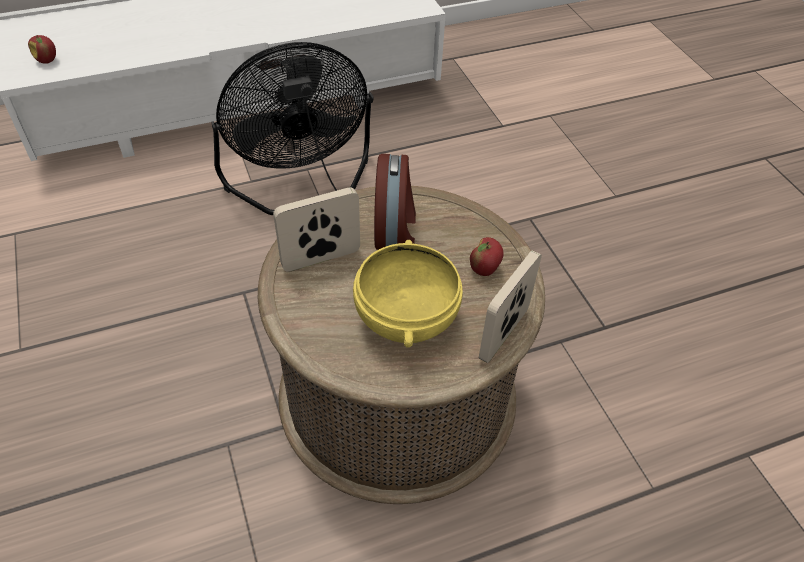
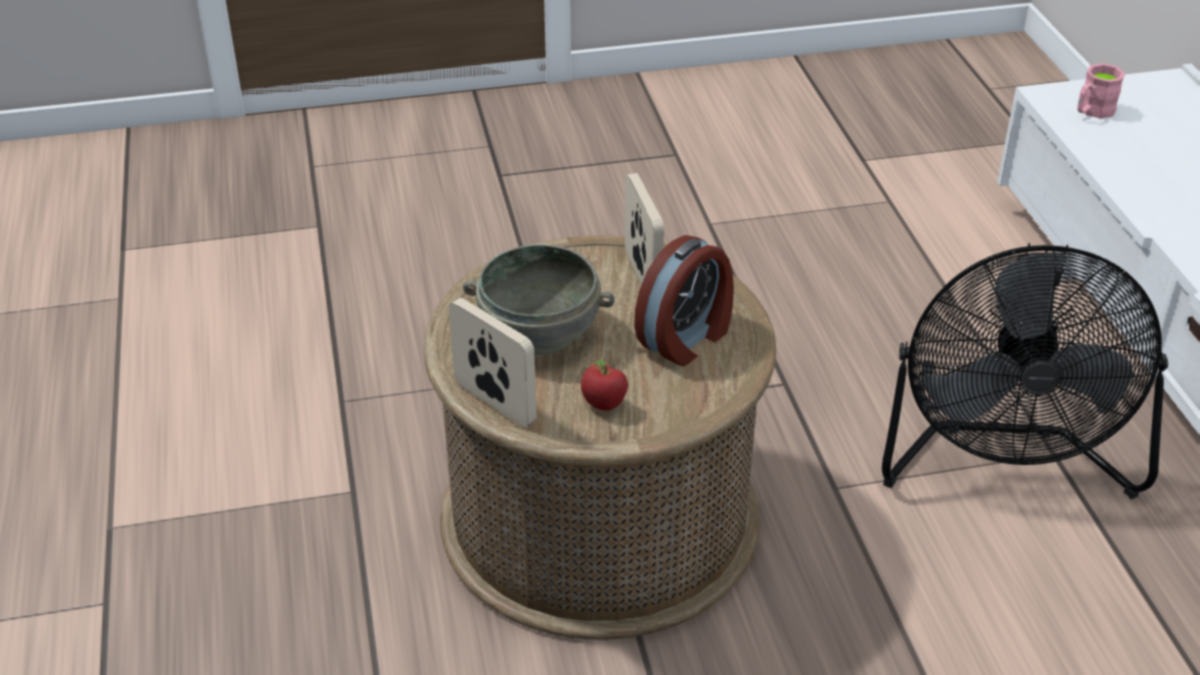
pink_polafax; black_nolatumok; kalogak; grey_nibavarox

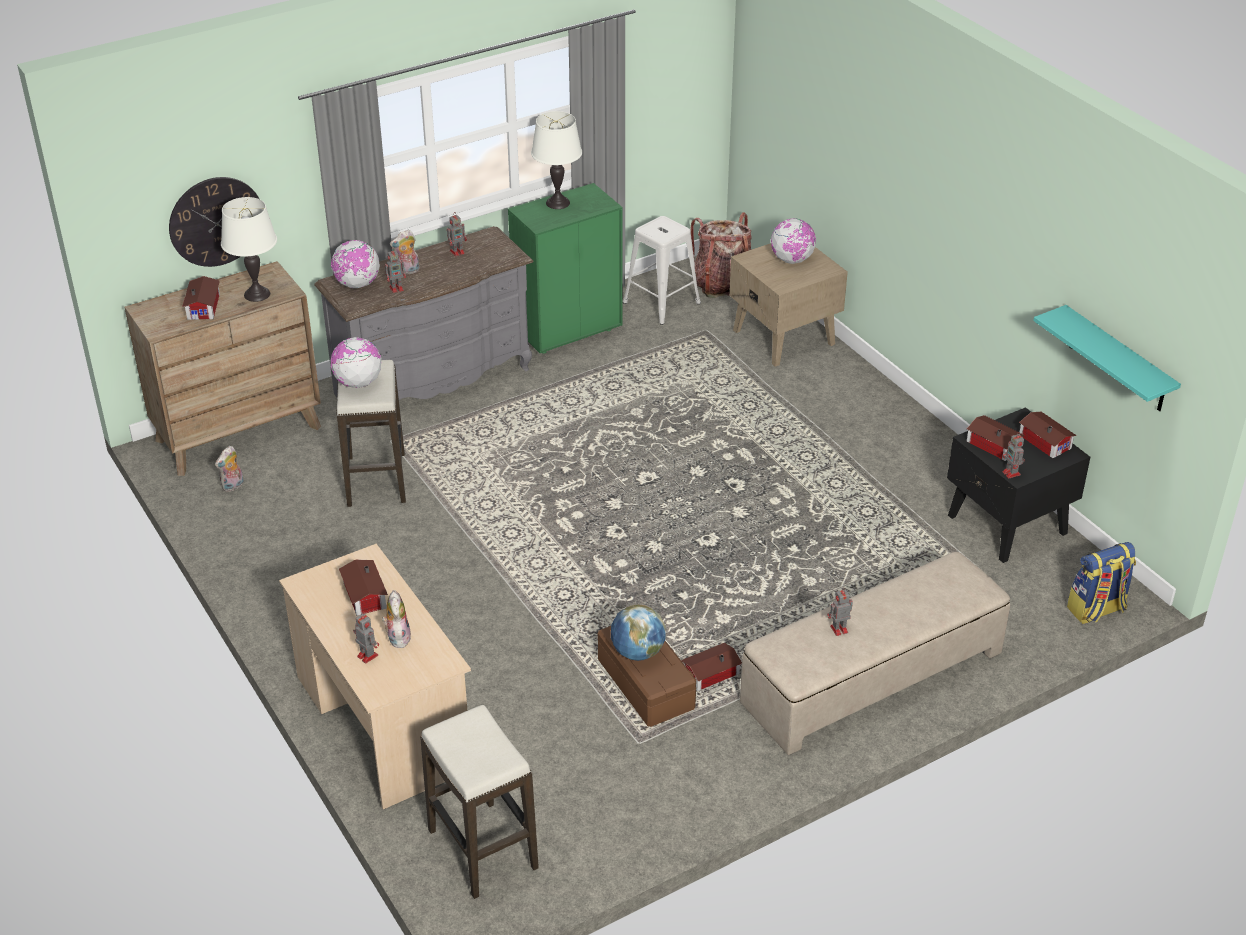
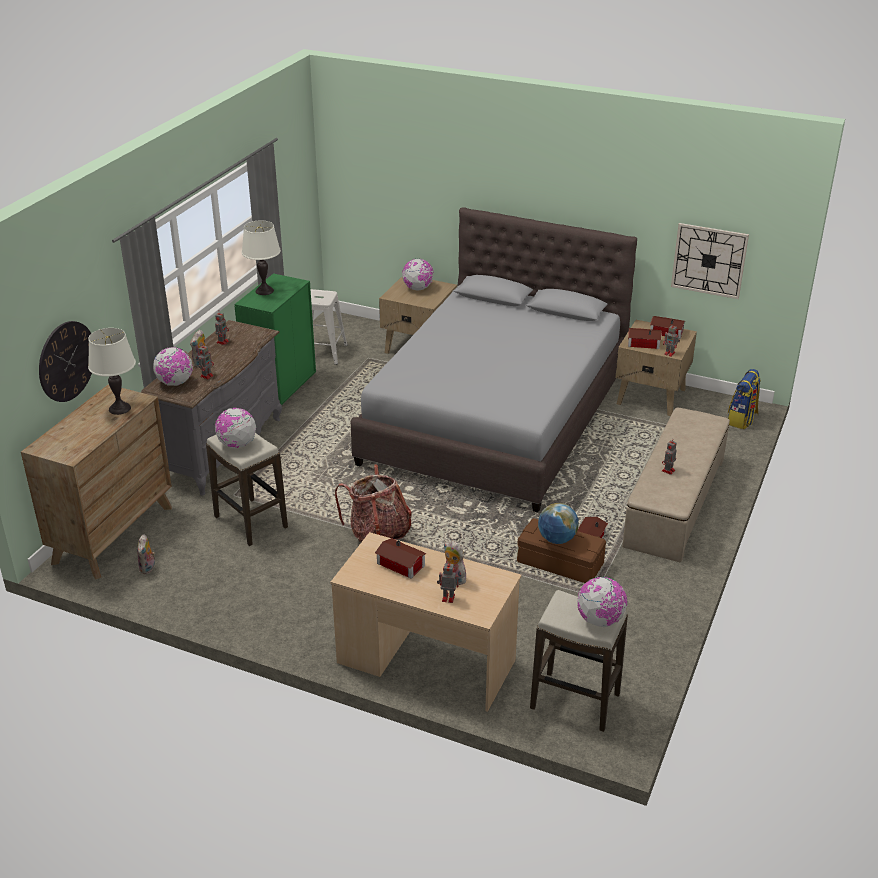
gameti (1st from left); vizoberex (1st from left in the first image); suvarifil (2nd from left); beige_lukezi (2nd from left); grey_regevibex; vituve (5th from left)

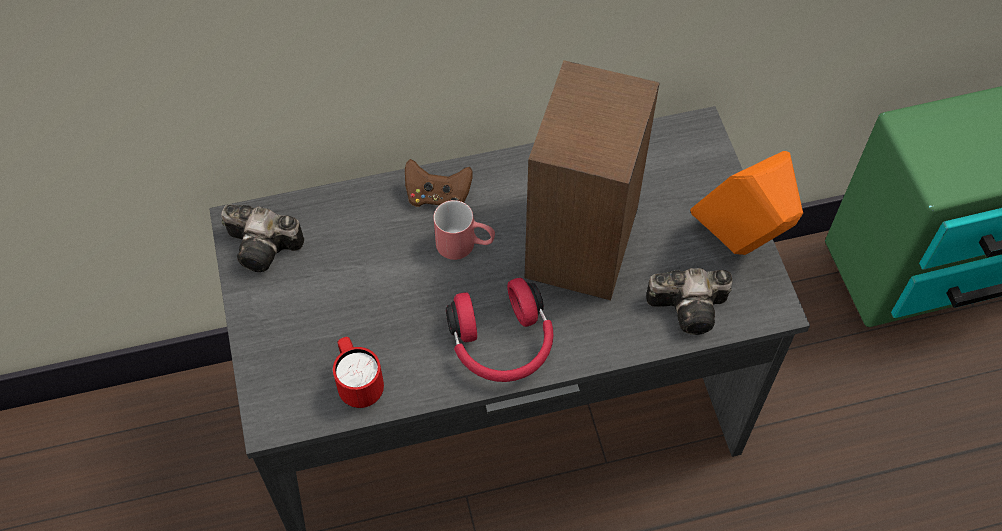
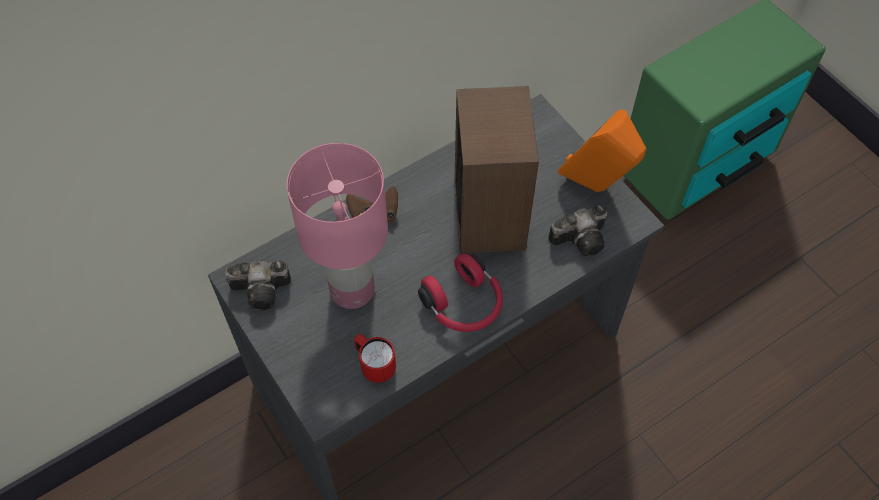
red_polafax (2nd from left in the first image); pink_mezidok

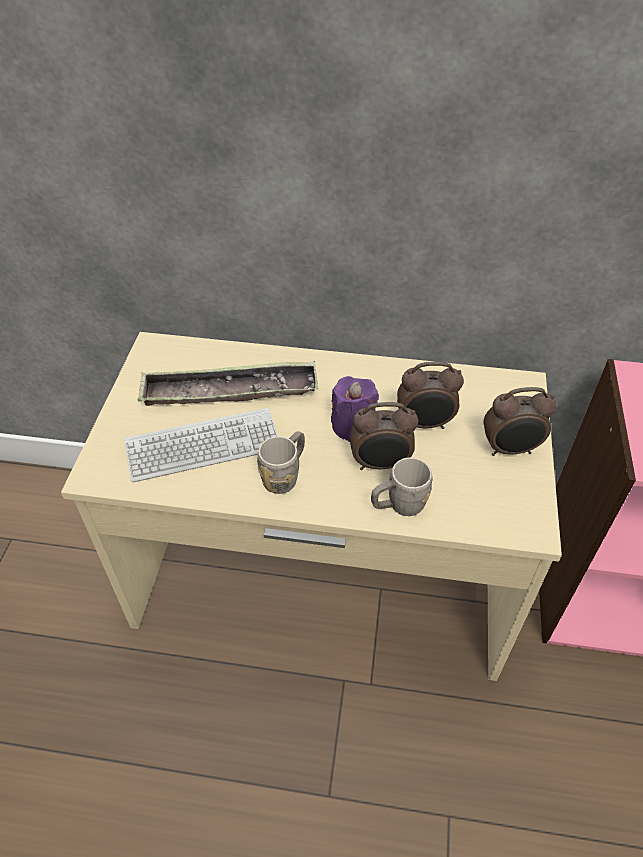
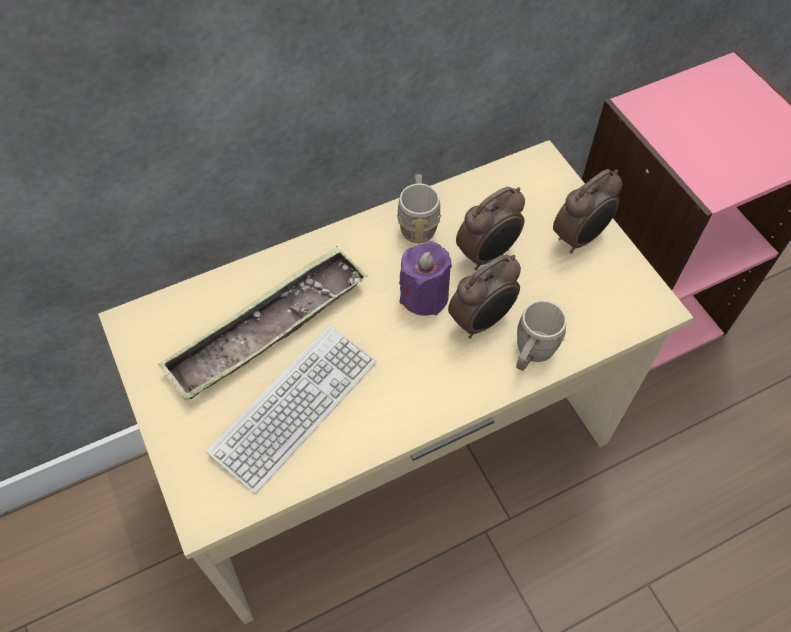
grey_polafax (1st from left)

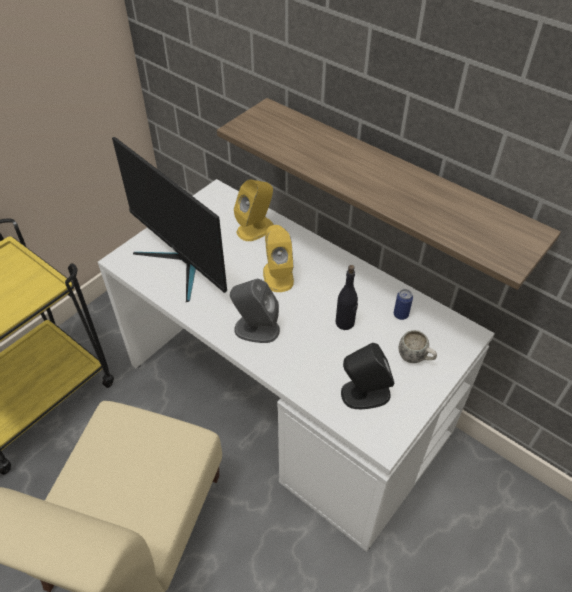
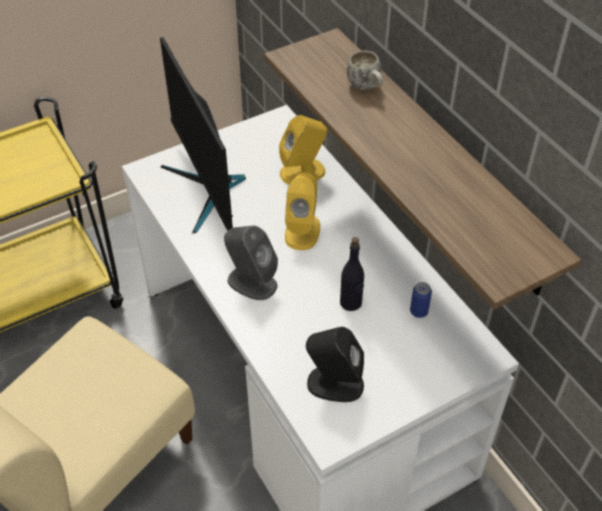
white_polafax

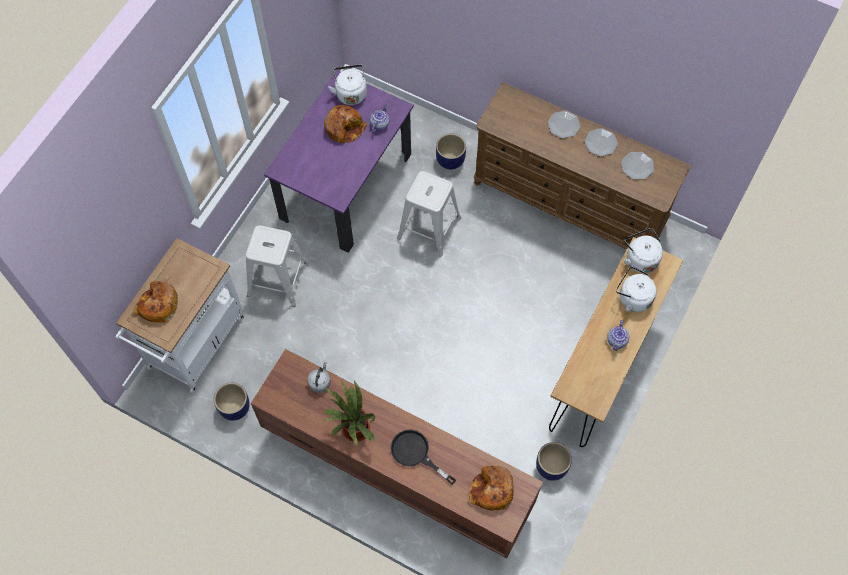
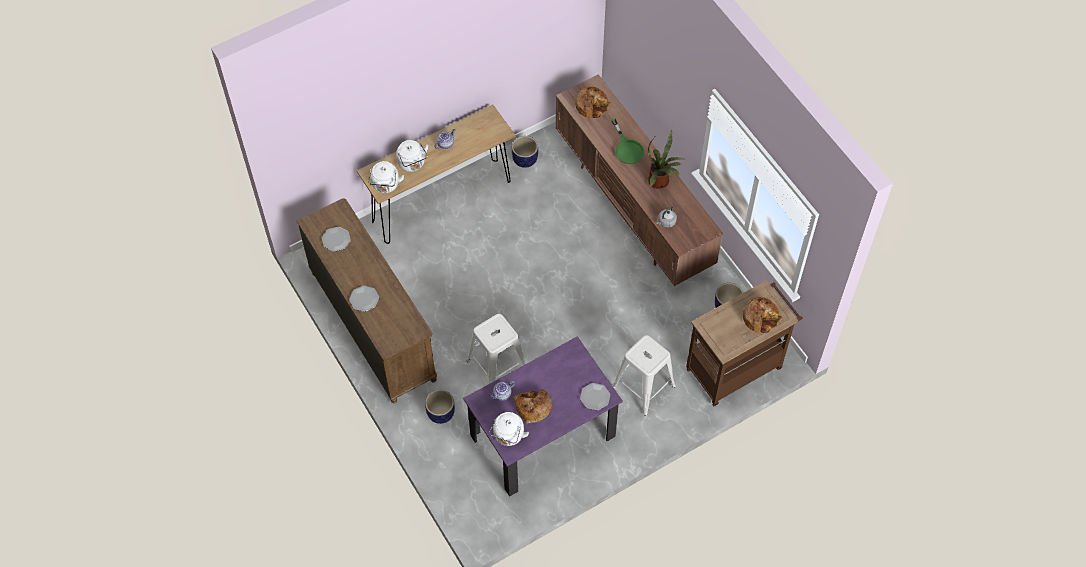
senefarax (3rd from left); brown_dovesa; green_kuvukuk

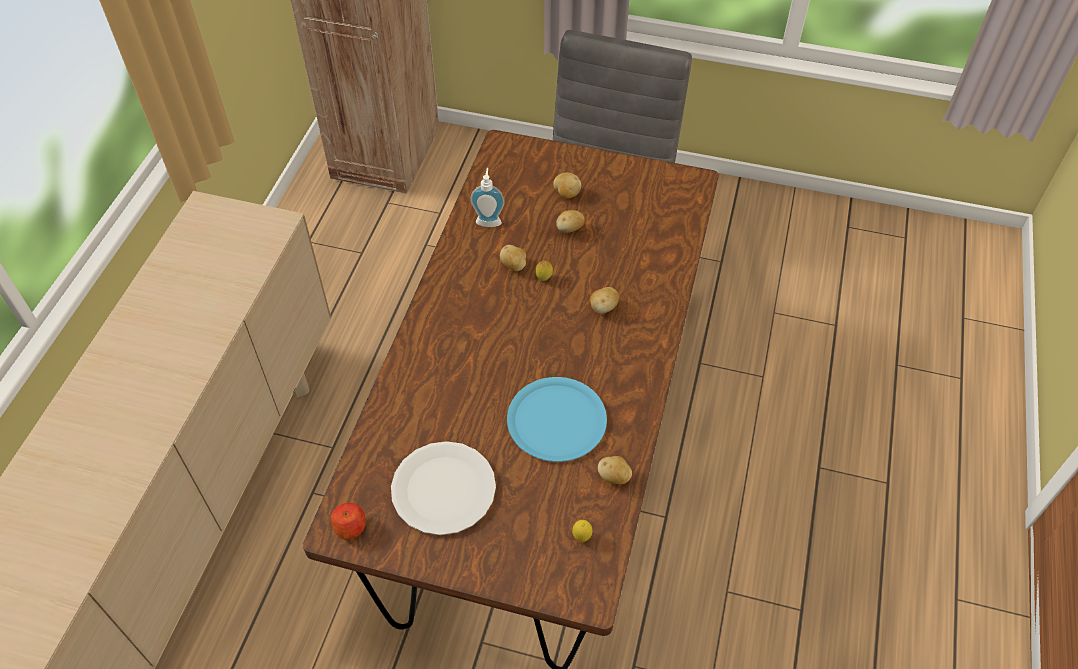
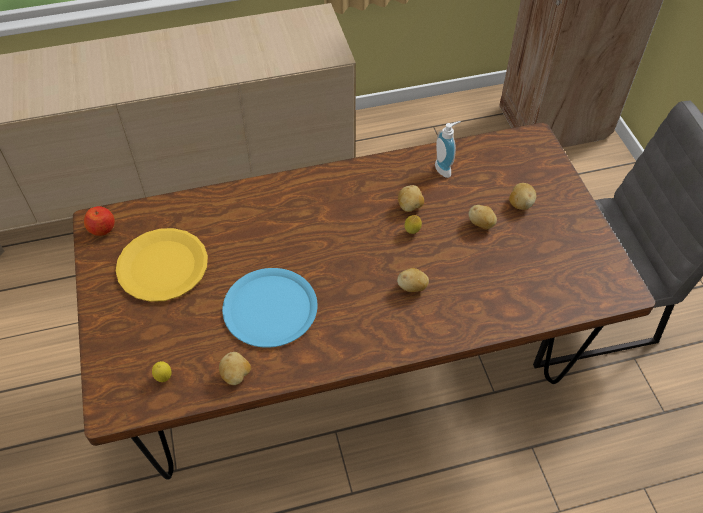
yellow_senefarax

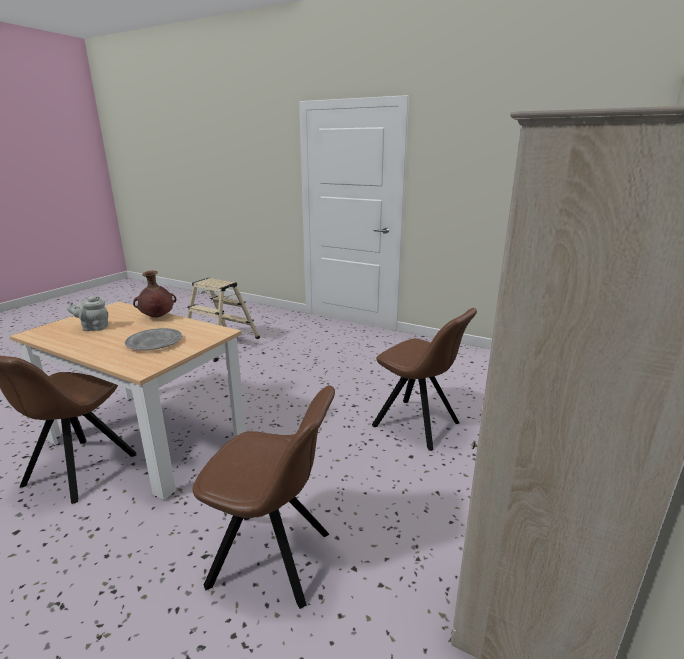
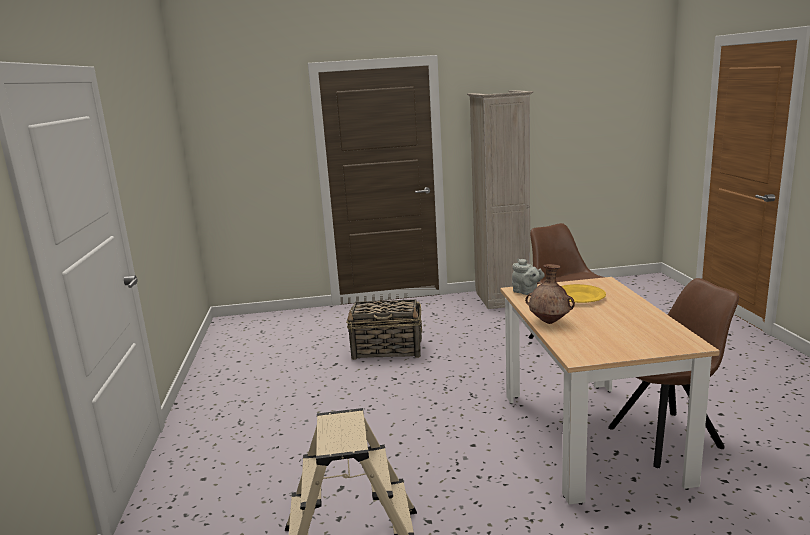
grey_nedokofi; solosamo; yellow_senefarax

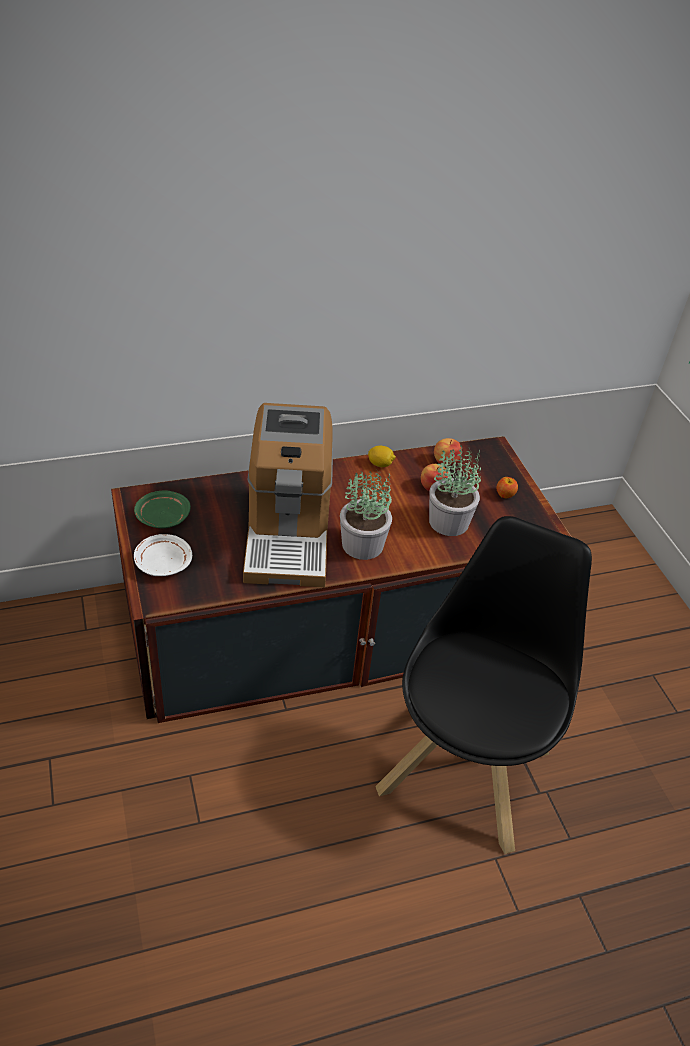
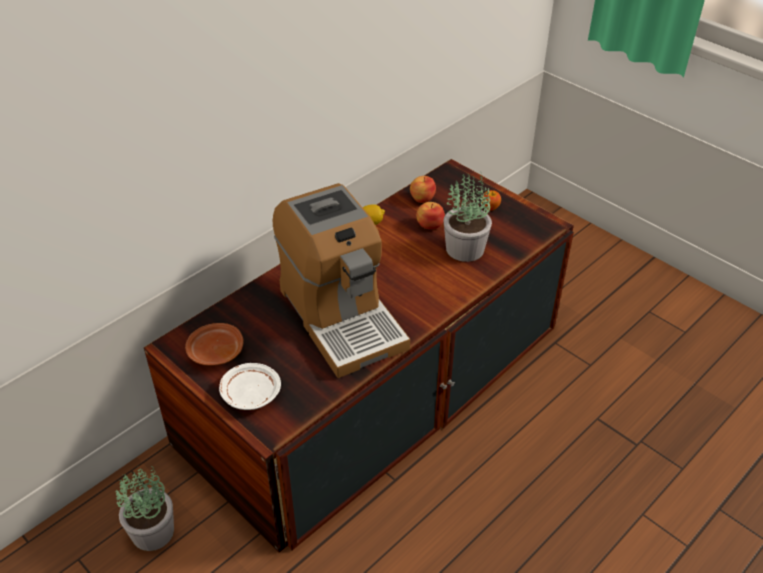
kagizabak (1st from left); brown_senefarax; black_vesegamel

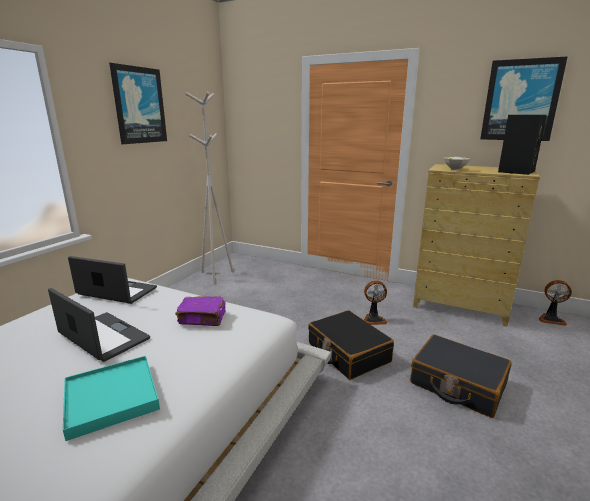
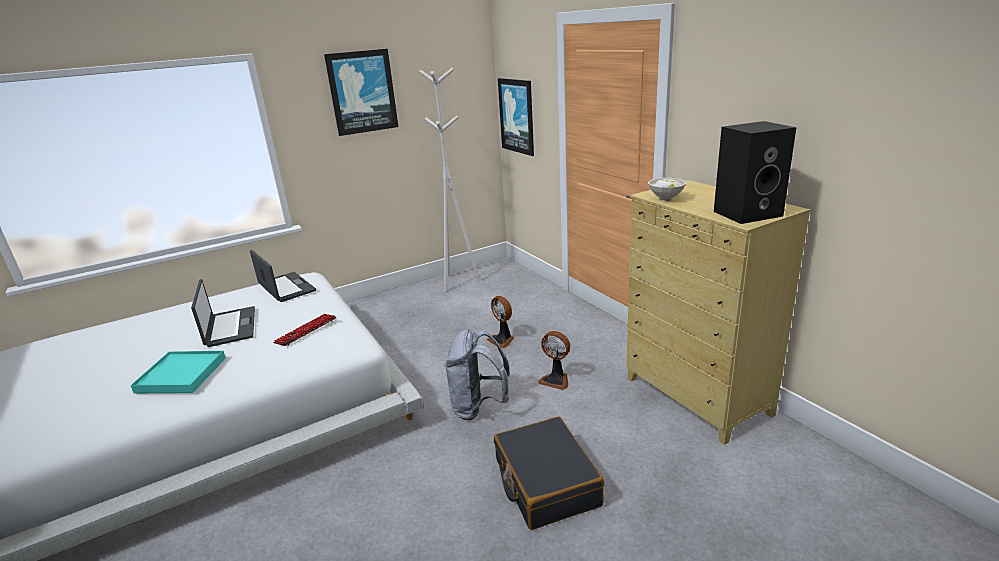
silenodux (2nd from left); nolatumok (1st from left); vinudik; grey_gameti

